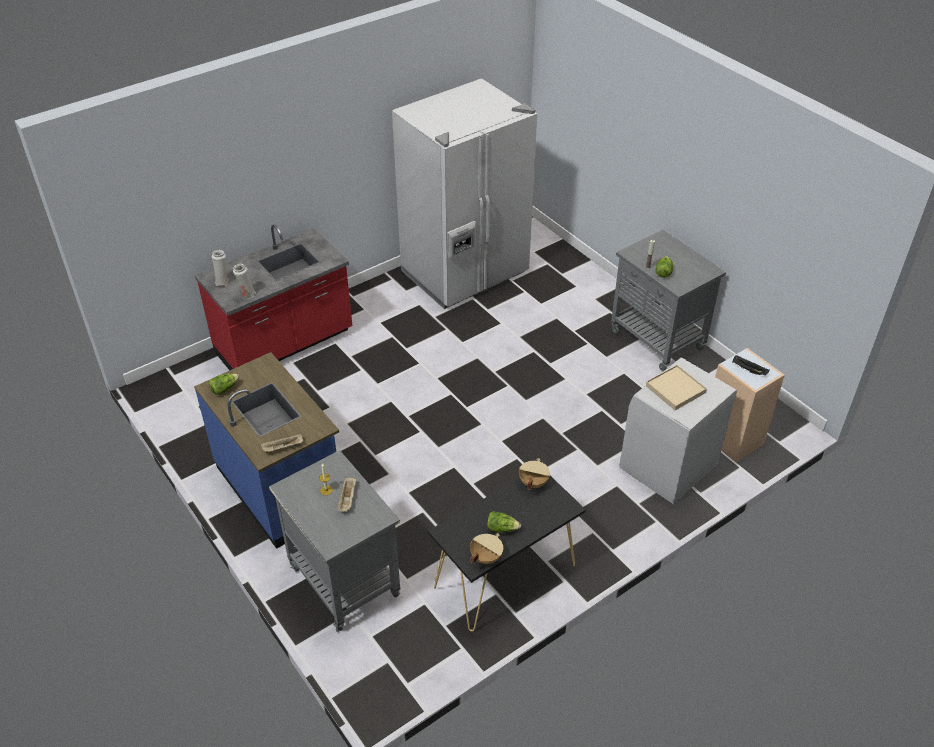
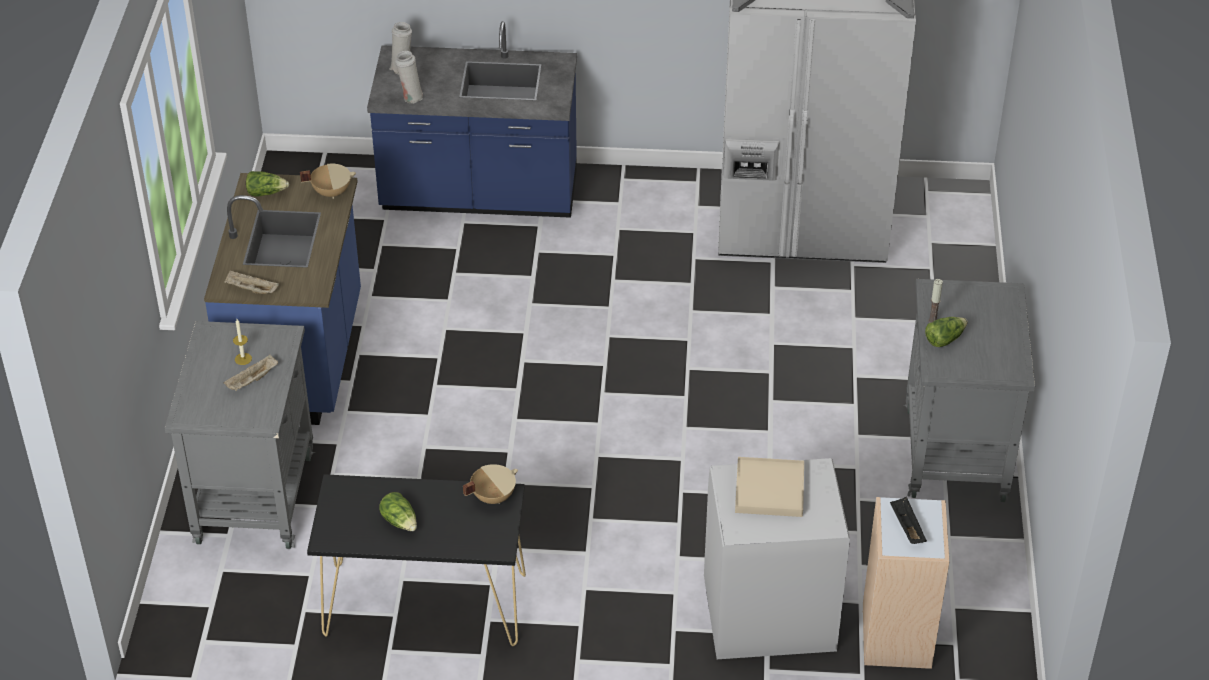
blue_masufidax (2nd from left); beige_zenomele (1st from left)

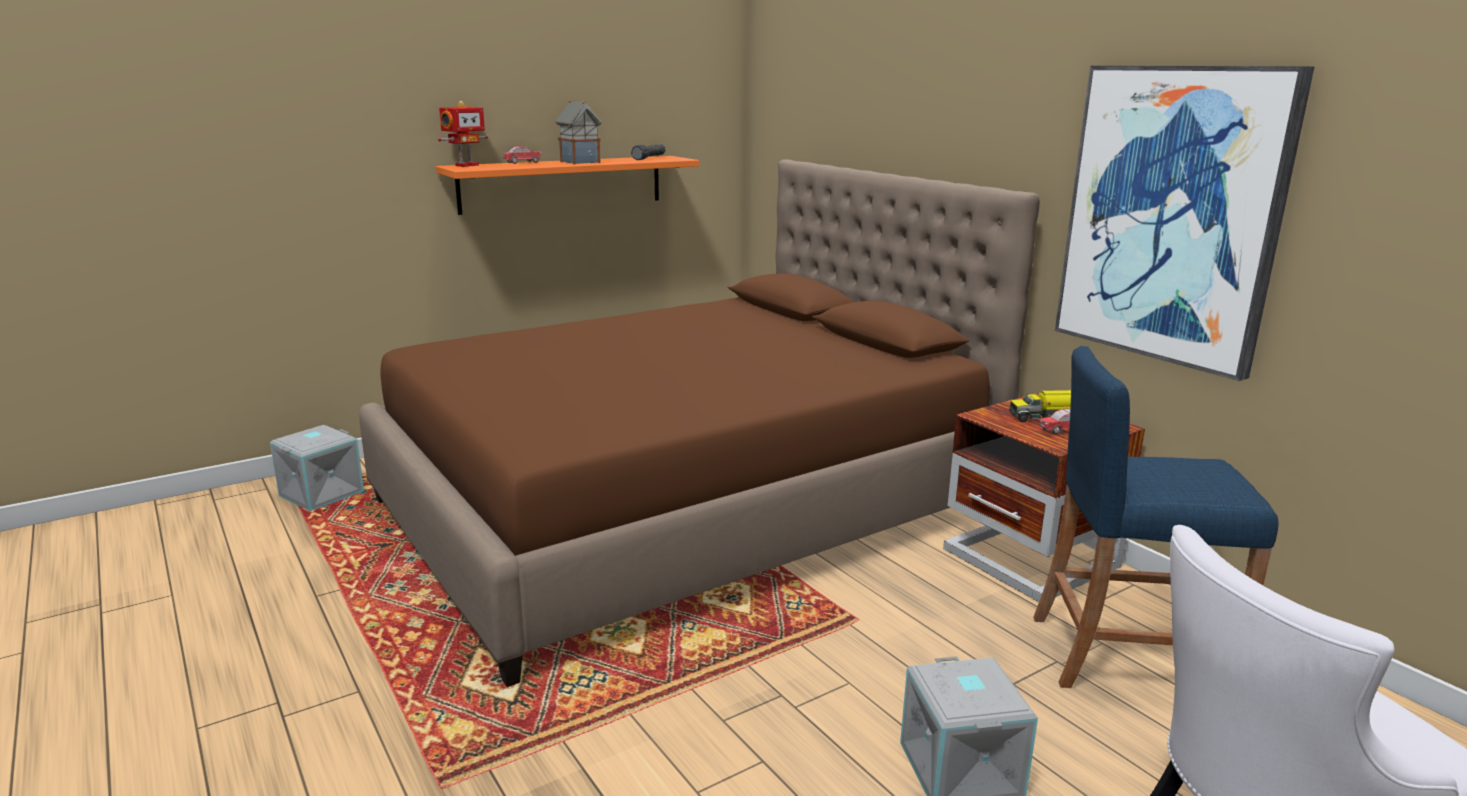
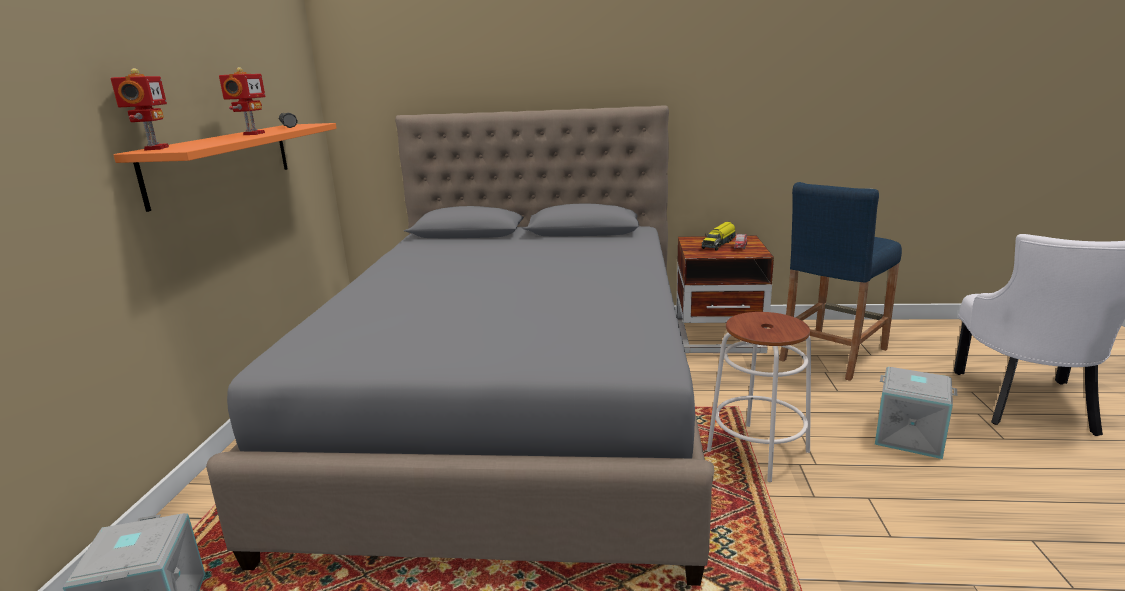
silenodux; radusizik (2nd from left); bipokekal (1st from left in the first image); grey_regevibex; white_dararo

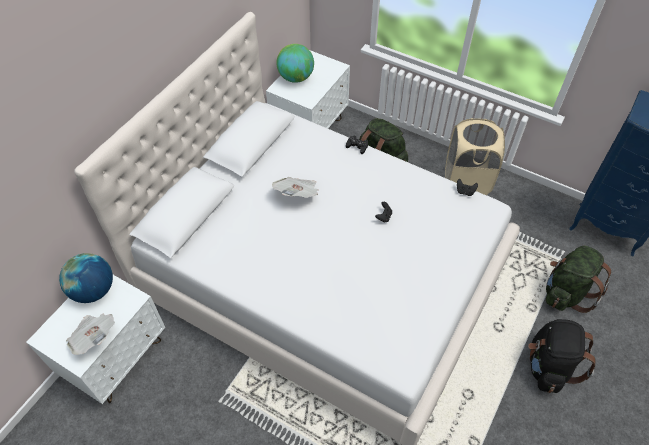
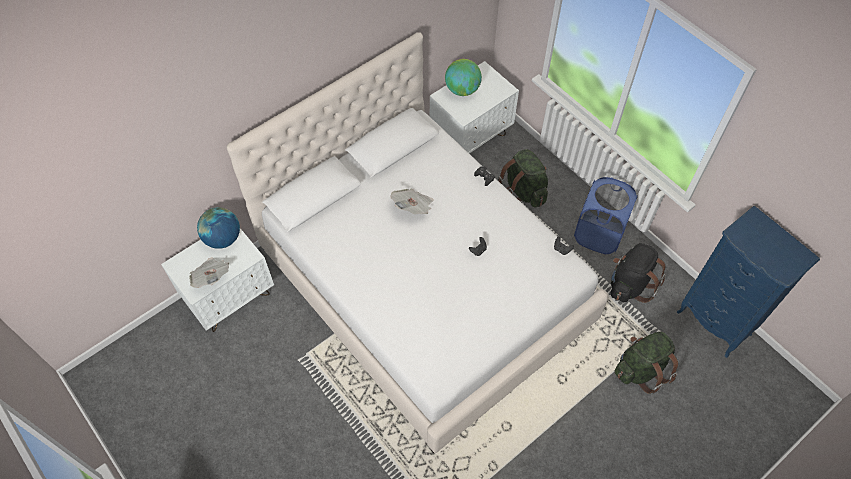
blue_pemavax; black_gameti

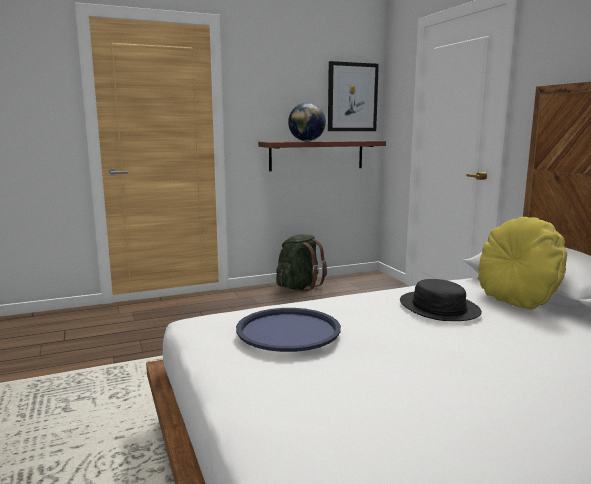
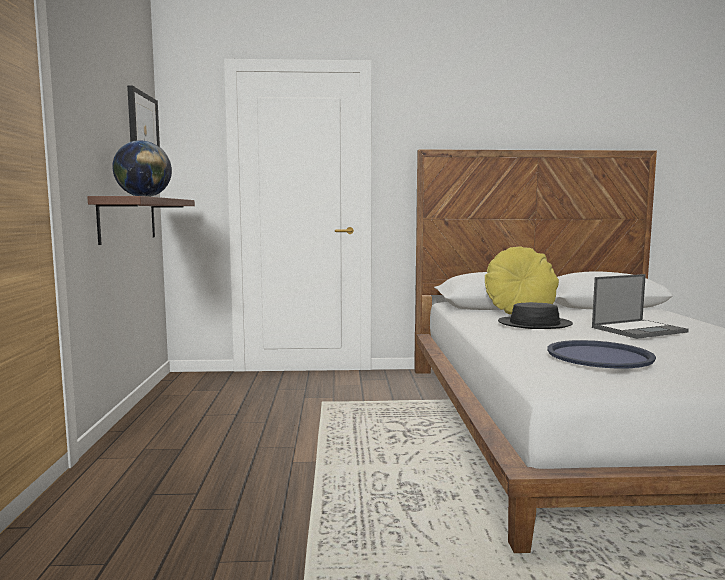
green_gameti; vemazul

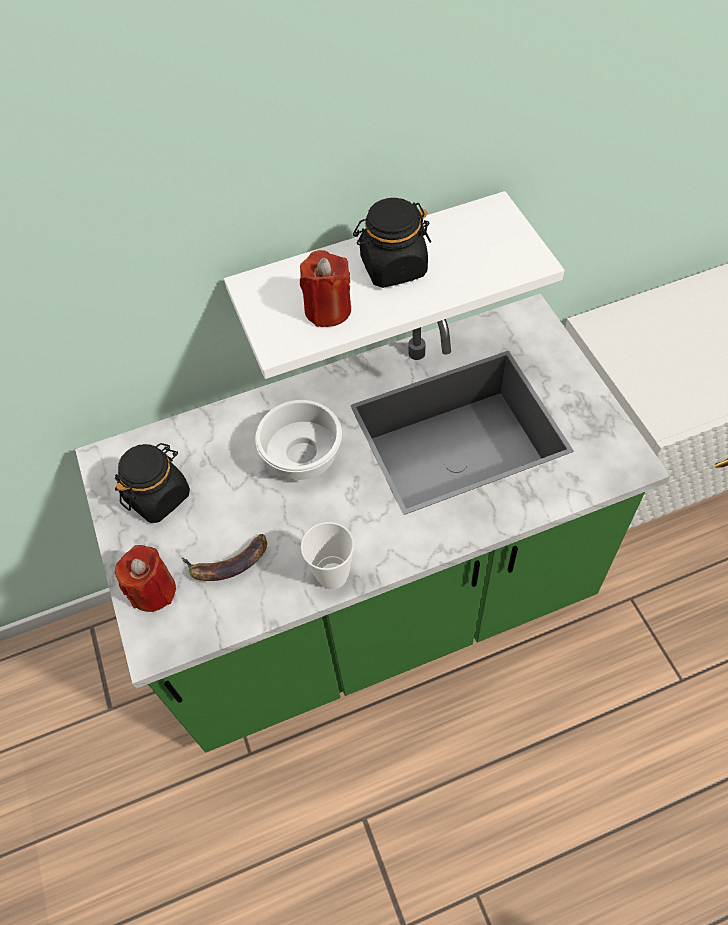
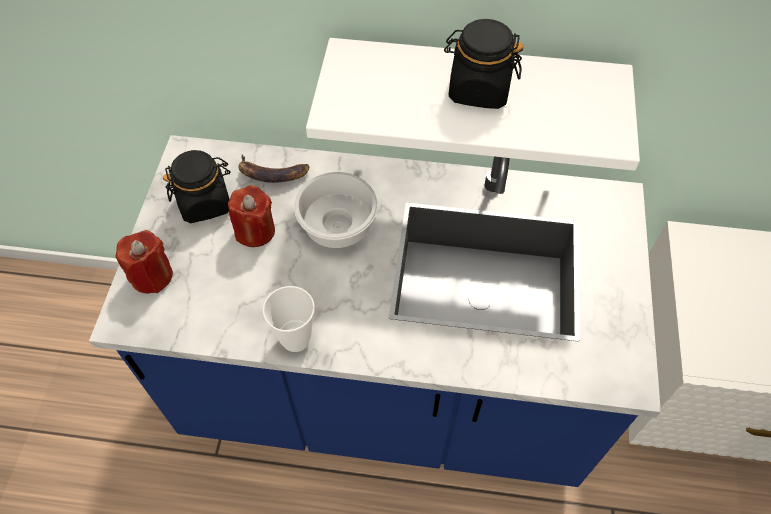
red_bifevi (2nd from left); blue_masufidax; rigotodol

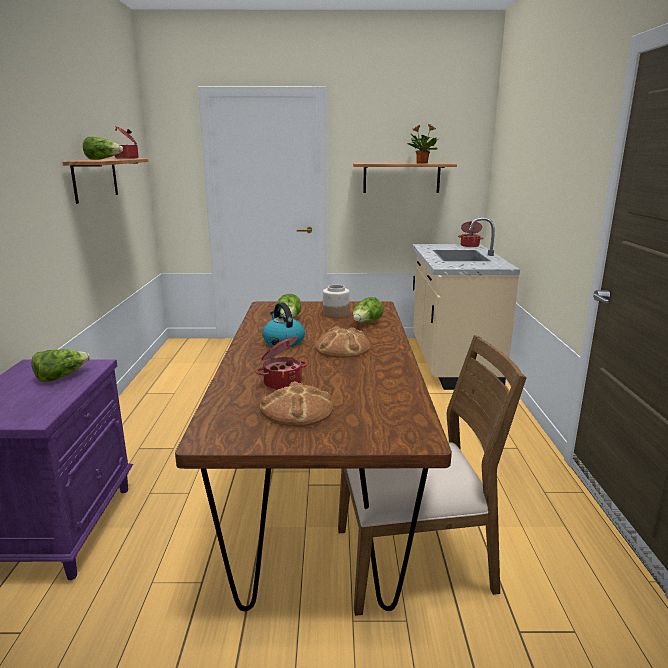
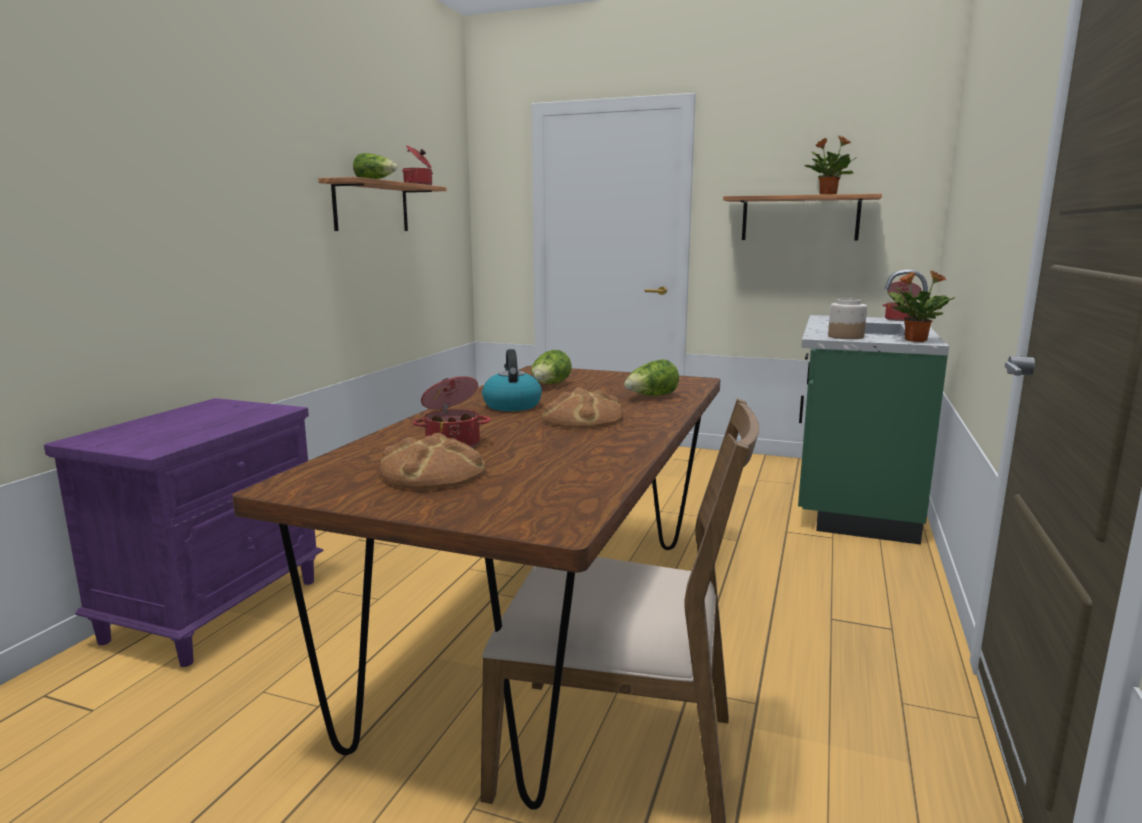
green_masufidax; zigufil; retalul (1st from left in the first image); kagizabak (2nd from left)

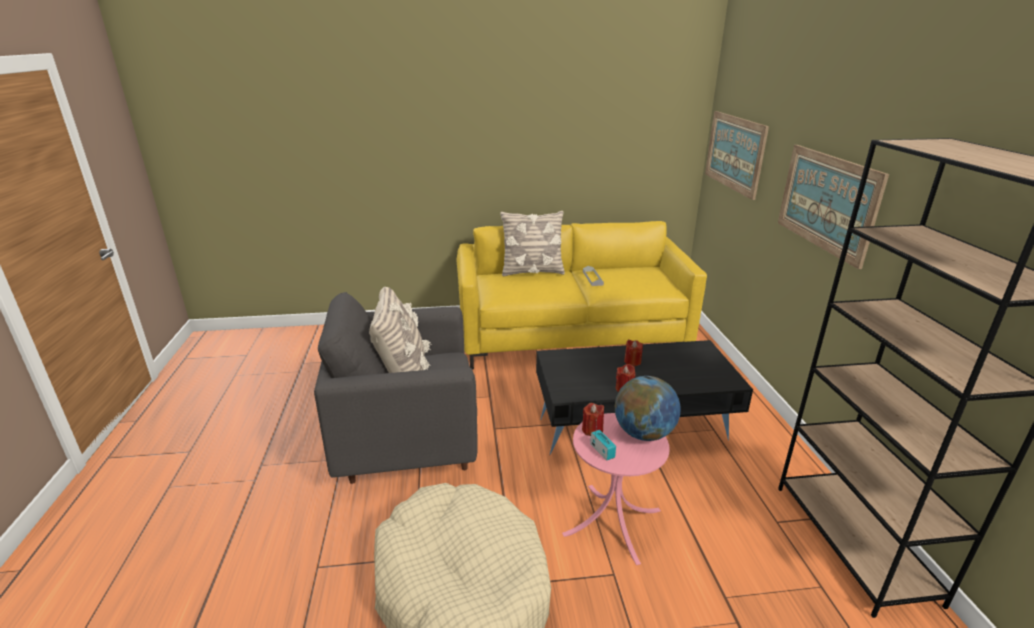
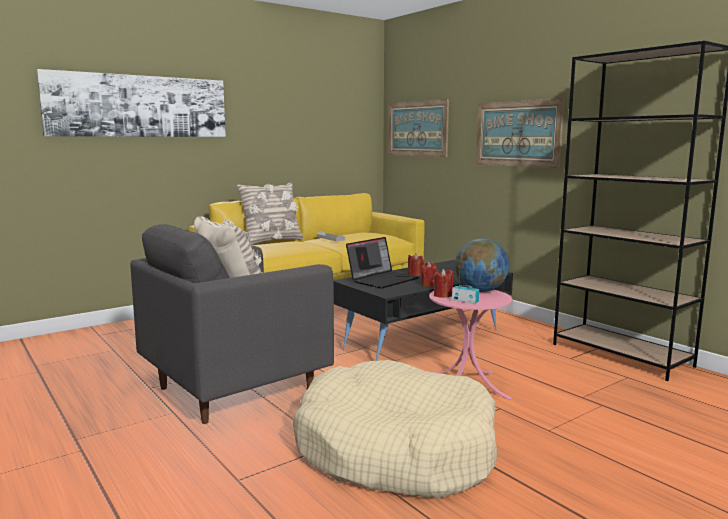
silenodux (1st from left); vemazul

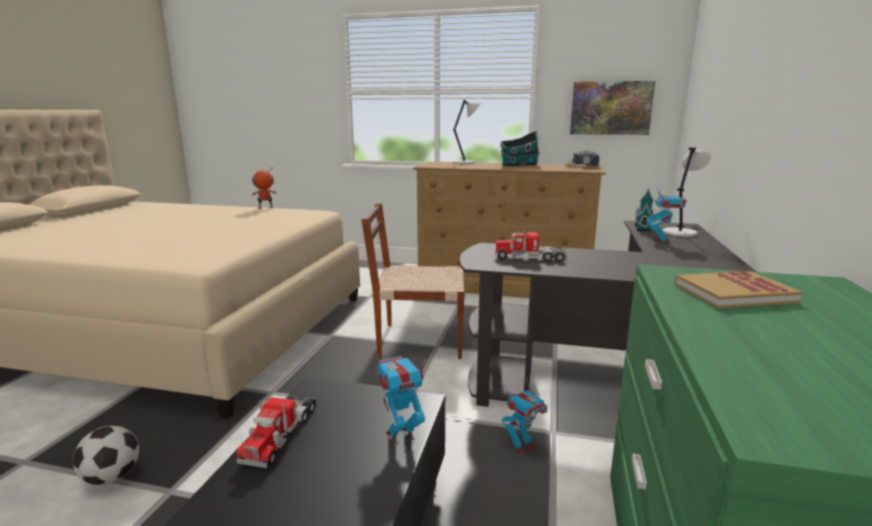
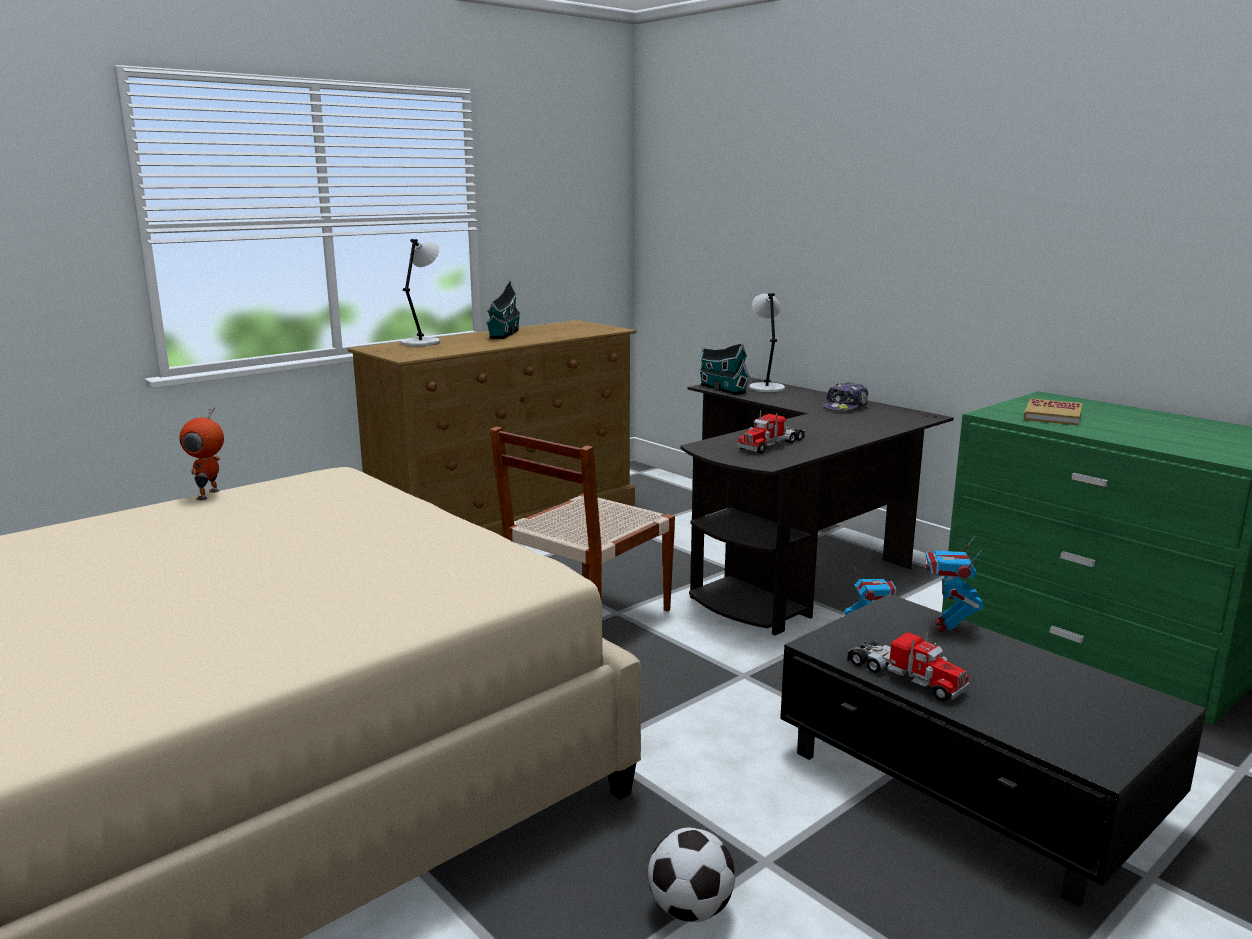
silenodux; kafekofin; radusizik (4th from left in the first image)

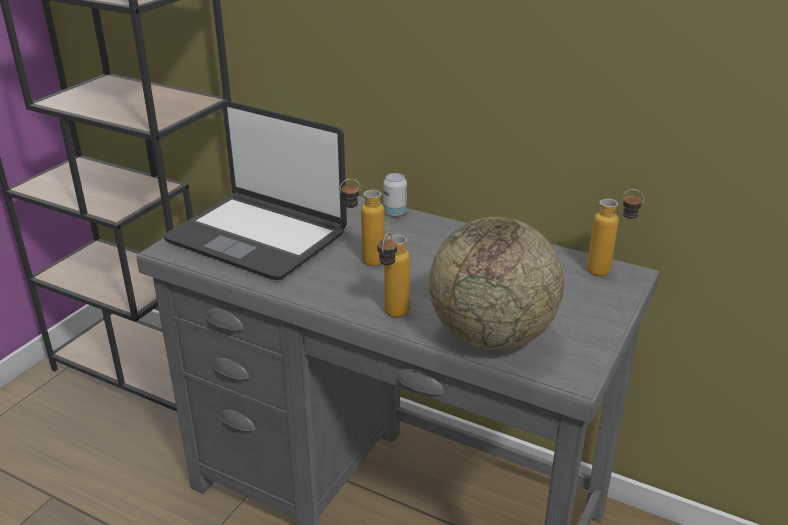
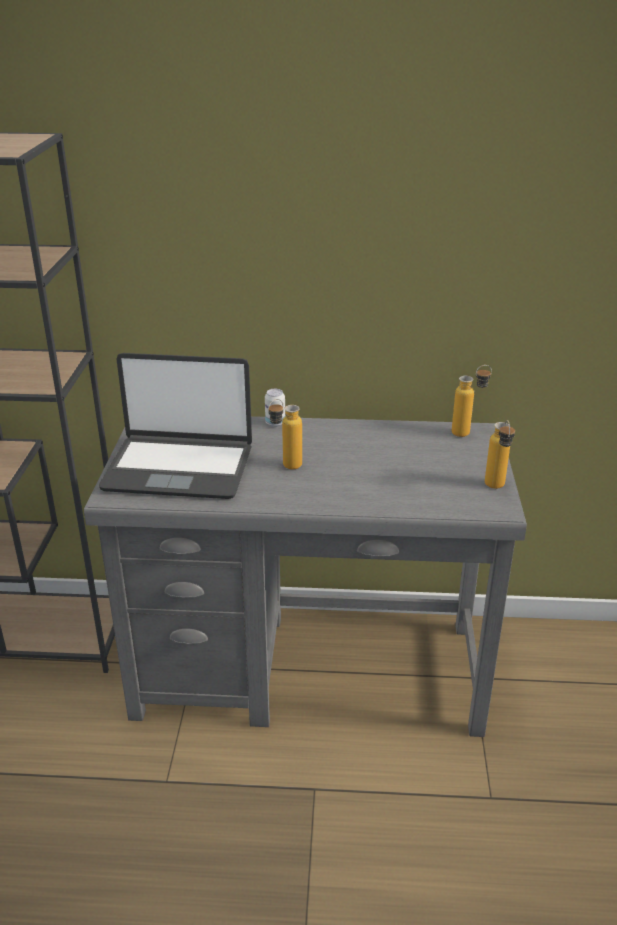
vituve; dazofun (3rd from left)

